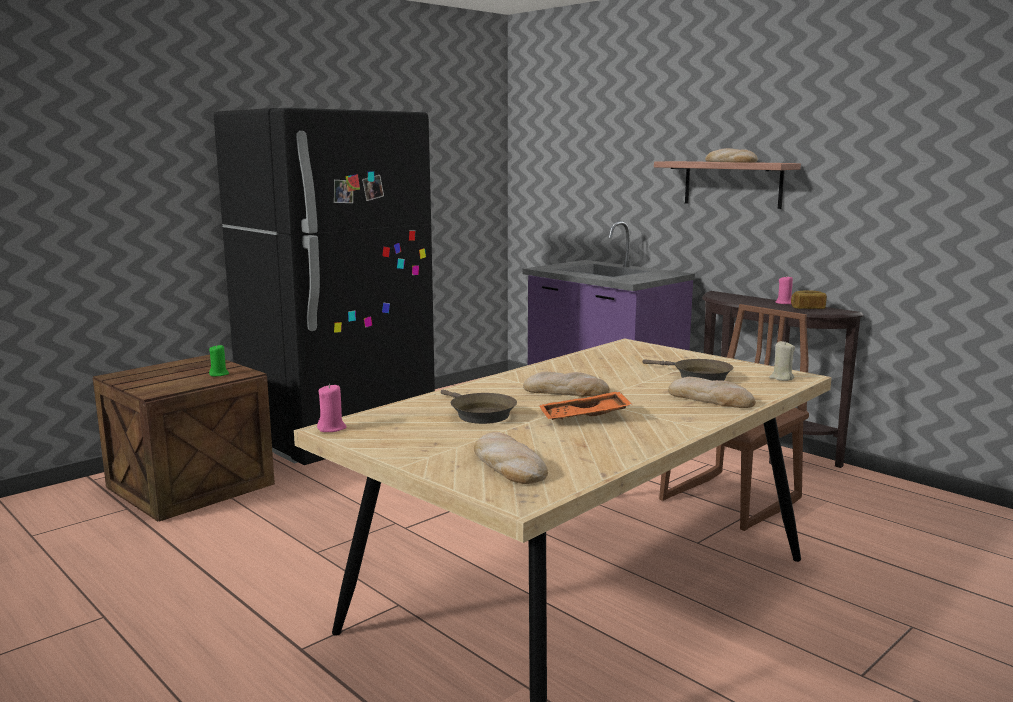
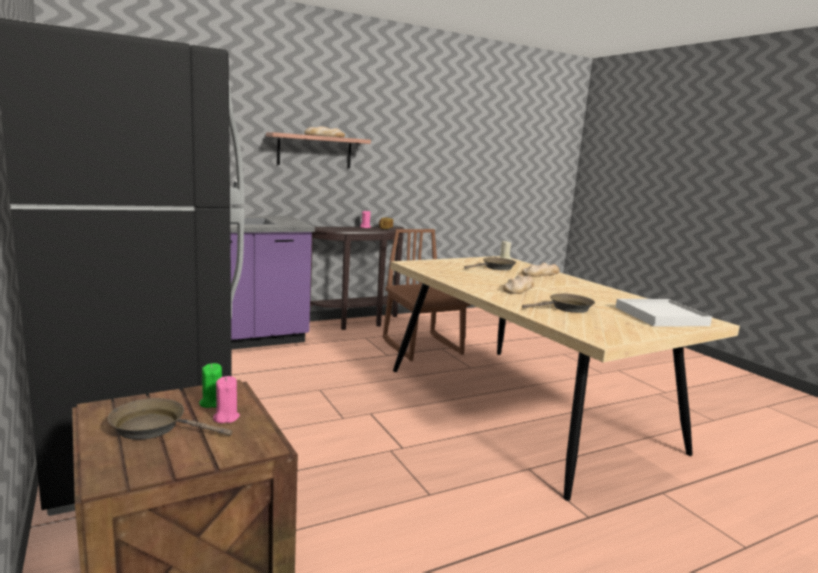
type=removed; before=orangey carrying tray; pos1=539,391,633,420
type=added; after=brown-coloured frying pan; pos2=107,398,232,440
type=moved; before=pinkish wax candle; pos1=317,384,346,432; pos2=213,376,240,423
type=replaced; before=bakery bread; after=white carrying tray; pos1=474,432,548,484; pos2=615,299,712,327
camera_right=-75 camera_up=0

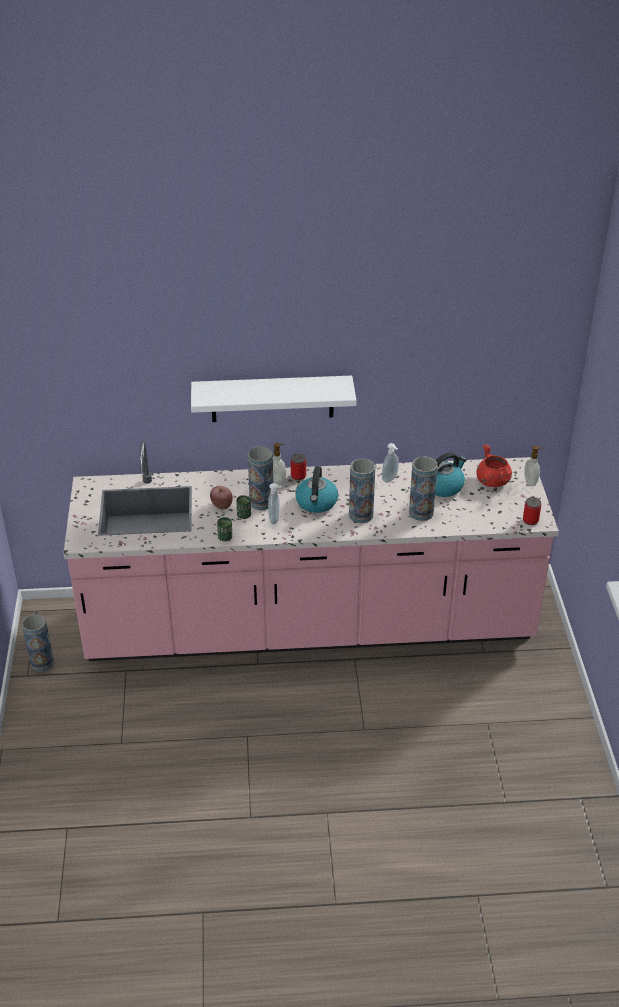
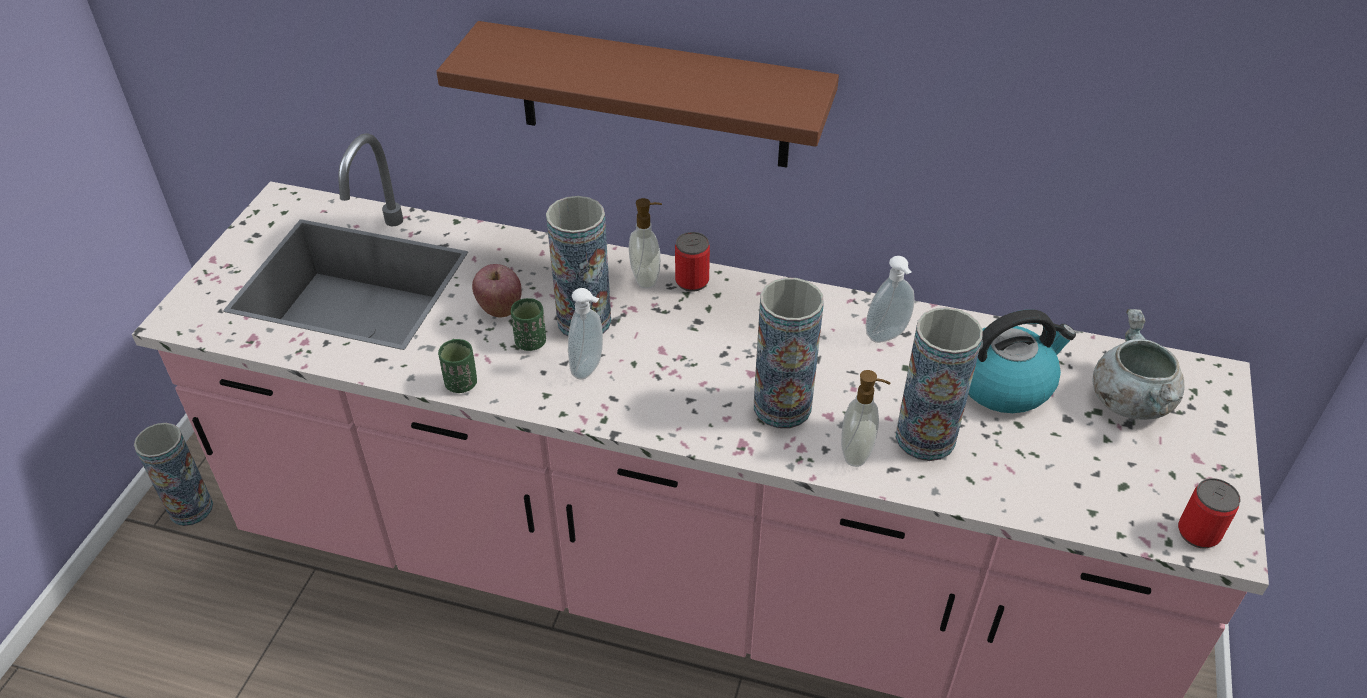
type=removed; before=kettle; pos1=295,466,338,513
type=moved; before=liquid soap bottle; pos1=524,446,544,487; pos2=841,370,891,467
type=recoloured; before=white wall shelf; after=brown-coloured wall shelf; pos1=191,376,357,422; pos2=436,21,839,168
type=recoloured; before=red stockpot; after=grey stockpot; pos1=476,444,512,487; pos2=1093,309,1184,420
camera_right=20 camera_up=5

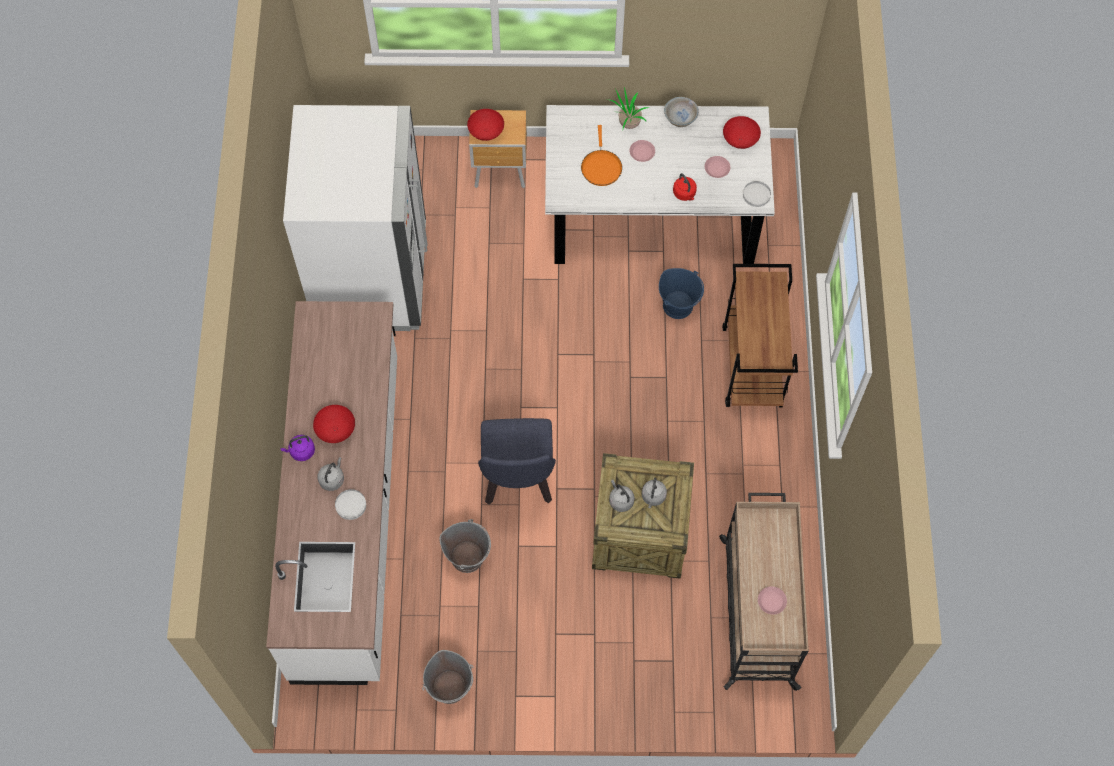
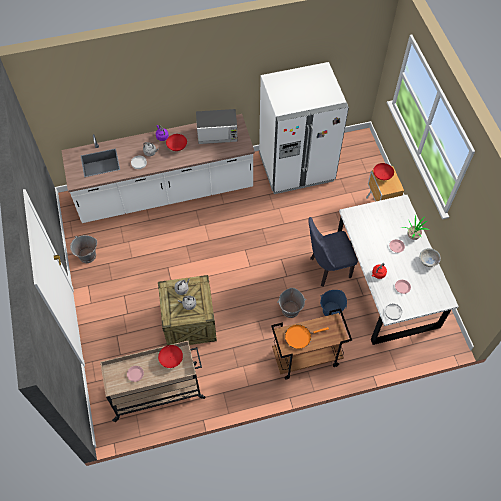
type=added; after=microwave oven; pos2=196,109,238,144
type=moved; before=grey water bucket; pos1=440,519,491,573; pos2=277,288,305,318
type=moved; before=blue-coloured chair; pos1=478,418,556,505; pos2=309,217,358,287
type=moved; before=orangey frying pan; pos1=581,125,622,186; pos2=285,325,329,349
type=moved; before=red deep dish; pos1=723,116,761,149; pos2=158,345,183,368
camera_right=75 camera_up=-5

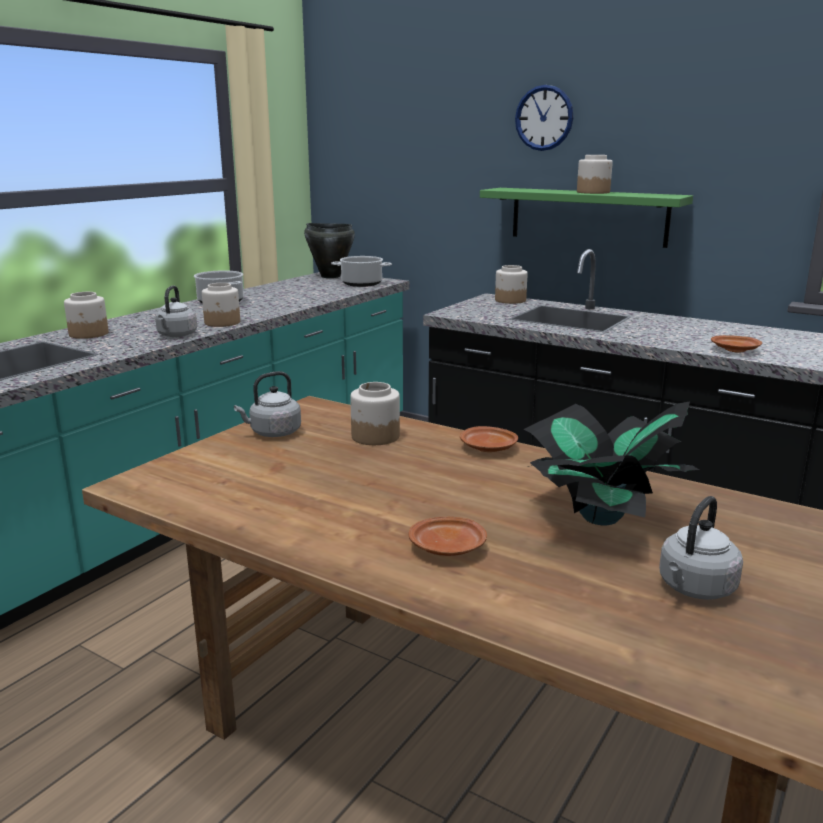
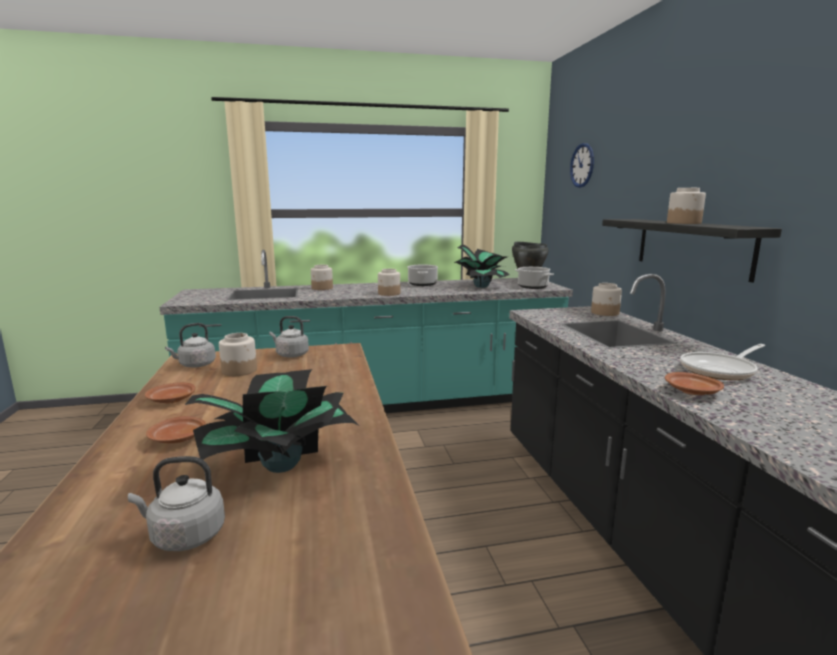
type=added; after=houseplant; pos2=454,244,510,288
type=added; after=frying pan; pos2=680,344,765,380
type=moved; before=grey kettle; pos1=155,285,197,337; pos2=165,323,216,367
type=moved; before=preserve jar; pos1=350,382,400,445; pos2=219,333,257,376
type=moved; before=brown-coloured plate; pos1=460,426,518,452; pos2=145,382,195,403
type=moved; before=hanging clock; pos1=515,85,573,151; pos2=570,143,594,188
type=recoloured; before=green-coloured wall shelf; after=black wall shelf; pos1=480,188,693,248; pos2=602,219,782,283
camera_right=45 camera_up=-5

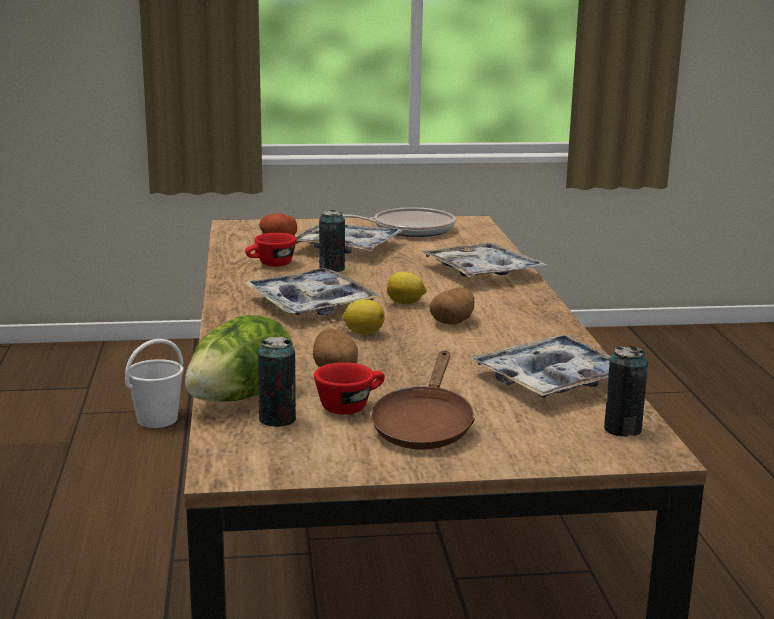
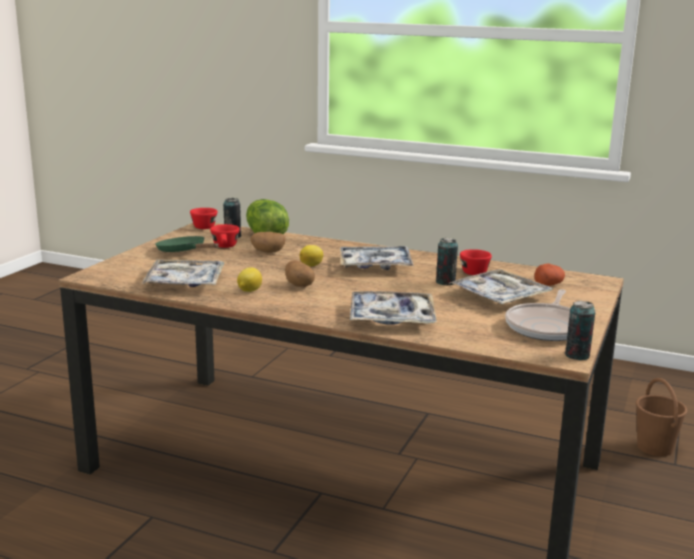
type=added; after=red small cup; pos2=190,208,217,229
type=moved; before=lemon; pos1=387,272,427,304; pos2=237,268,262,292
type=moved; before=can; pos1=604,346,648,437; pos2=565,301,595,360
type=recoloured; before=white water bucket; after=brown-coloured water bucket; pos1=125,339,184,428; pos2=636,378,687,456
type=recoloured; before=brown-coloured frying pan; after=green-coloured frying pan; pos1=370,351,475,450; pos2=155,236,219,252
camera_right=120 camera_up=0

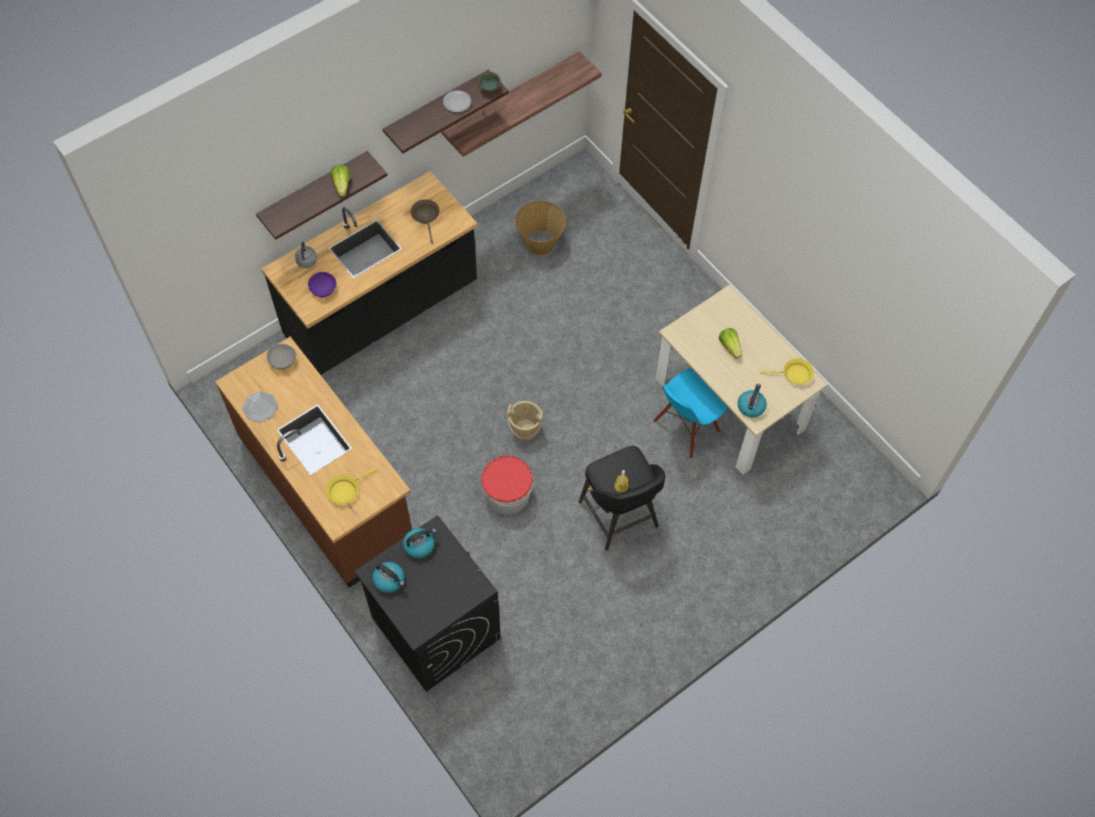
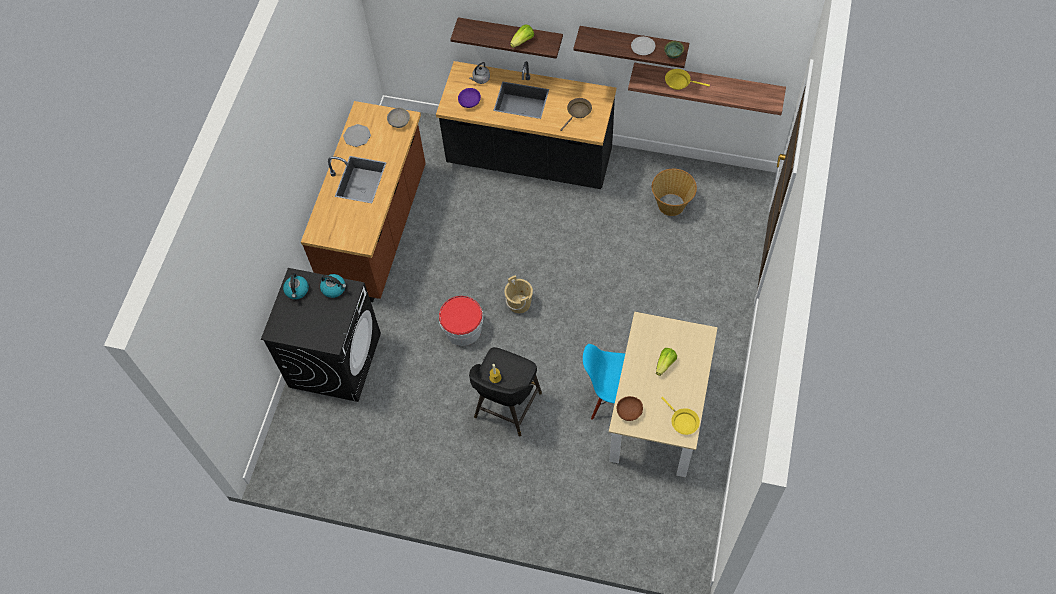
type=moved; before=yellow-coloured frying pan; pos1=326,468,377,504; pos2=665,69,710,90
type=replaced; before=kettle; after=brown-coloured deep dish; pos1=738,384,767,417; pos2=617,396,643,421
camera_right=55 camera_up=0

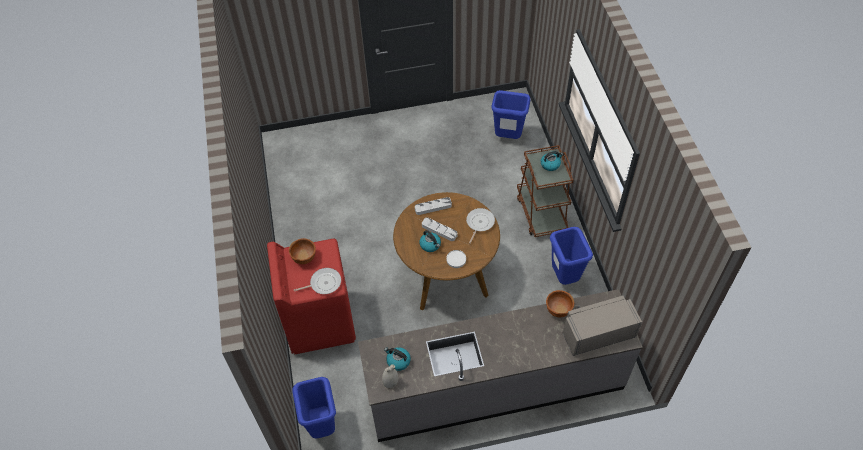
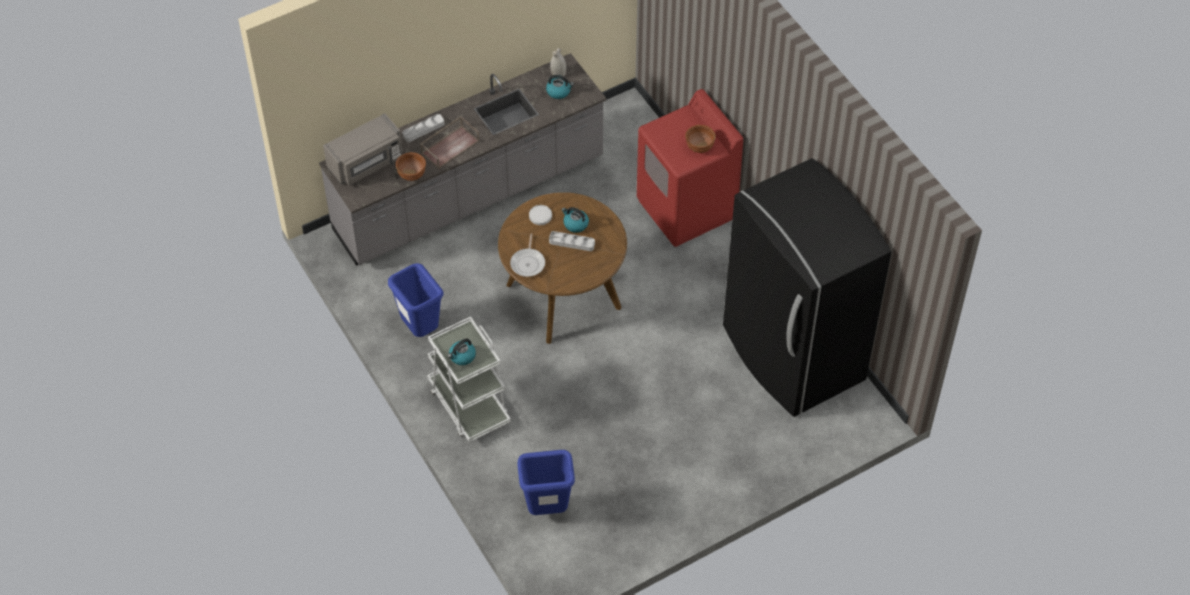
type=removed; before=blue-coloured waste bin; pos1=293,377,336,438
type=removed; before=frying pan; pos1=294,268,341,294
type=added; after=brown-coloured carrying tray; pos2=420,116,480,169
type=added; after=black kitchen fridge; pos2=723,158,892,417
type=moved; before=grey carrying tray; pos1=415,197,452,215; pos2=402,114,444,142
type=recoloured; before=brown-coloured wheeled cart; after=white wheeled cart; pos1=517,145,573,237; pos2=427,317,511,442
camera_right=160 camera_up=0

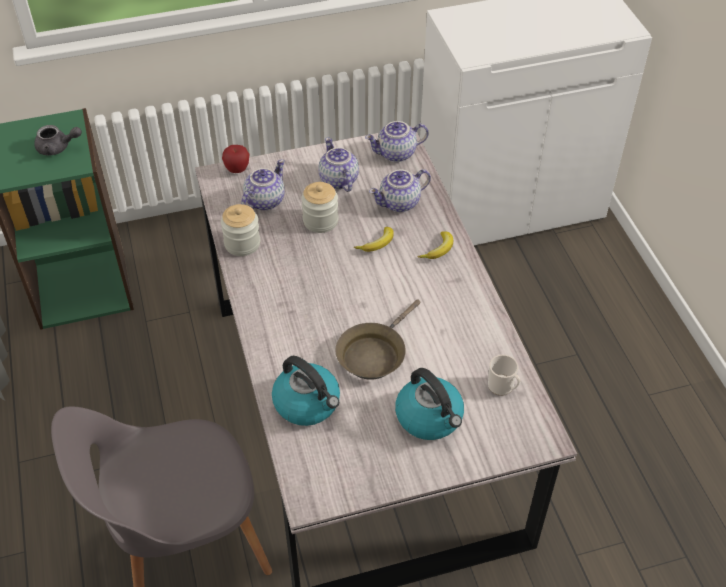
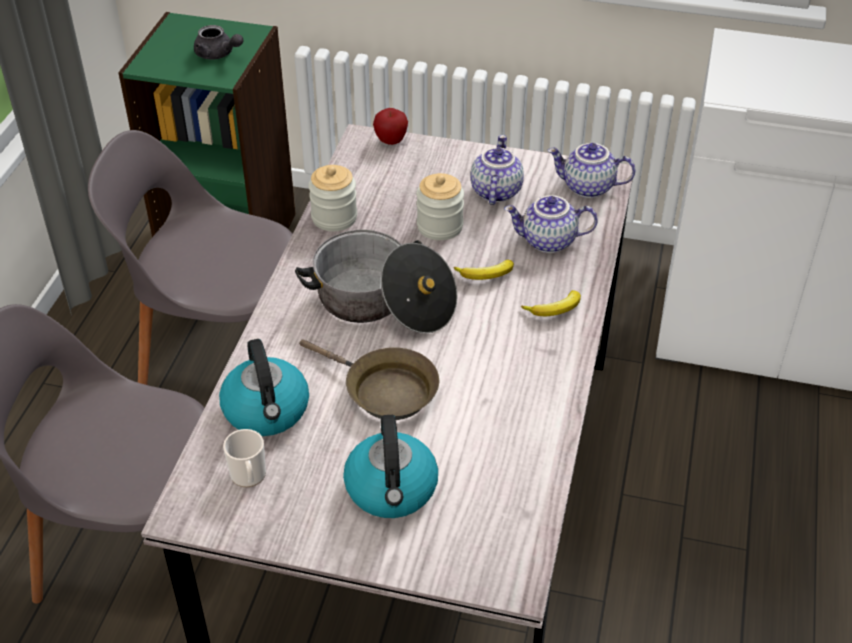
type=removed; before=tea pot; pos1=241,159,285,210
type=added; after=grey chair; pos2=88,130,293,385
type=added; after=stockpot; pos2=295,230,458,333
type=moved; before=mug; pos1=488,355,521,396; pos2=223,429,266,487
type=turned; before=brown-coloured frying pan; pos1=335,299,420,380; pos2=299,339,439,420; turn=-120
camera_right=30 camera_up=-5

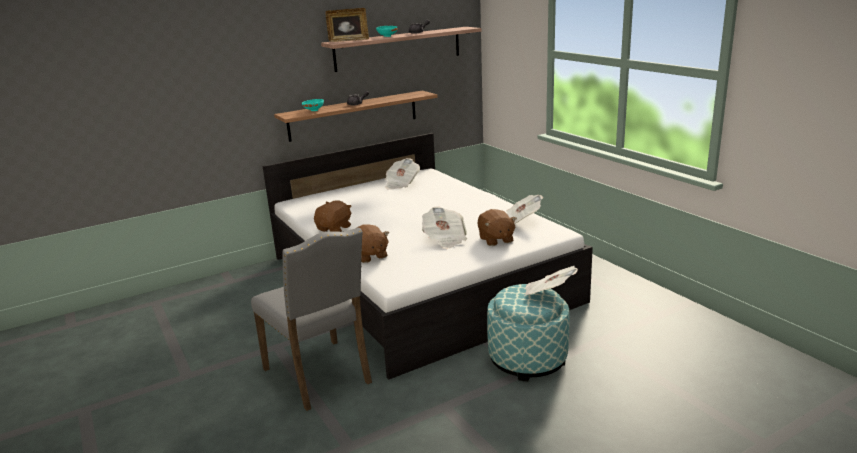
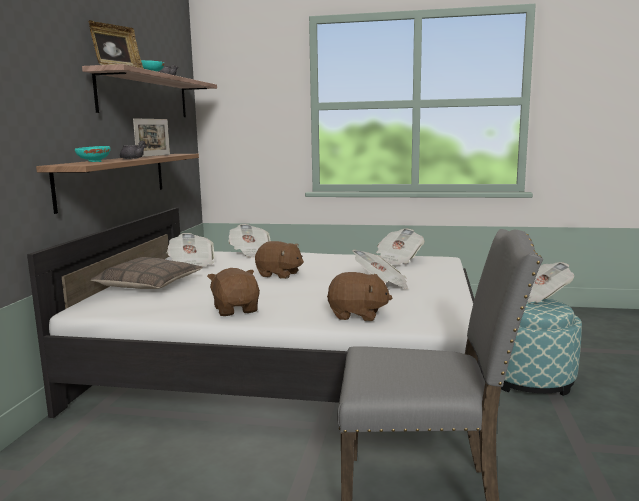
type=added; after=cushion; pos2=91,257,203,289
type=added; after=photo frame; pos2=133,118,170,157
type=added; after=newspaper; pos2=228,224,270,258
type=moved; before=brown-coloured plush toy; pos1=478,209,517,246; pos2=255,241,304,279
camera_right=-50 camera_up=-10

